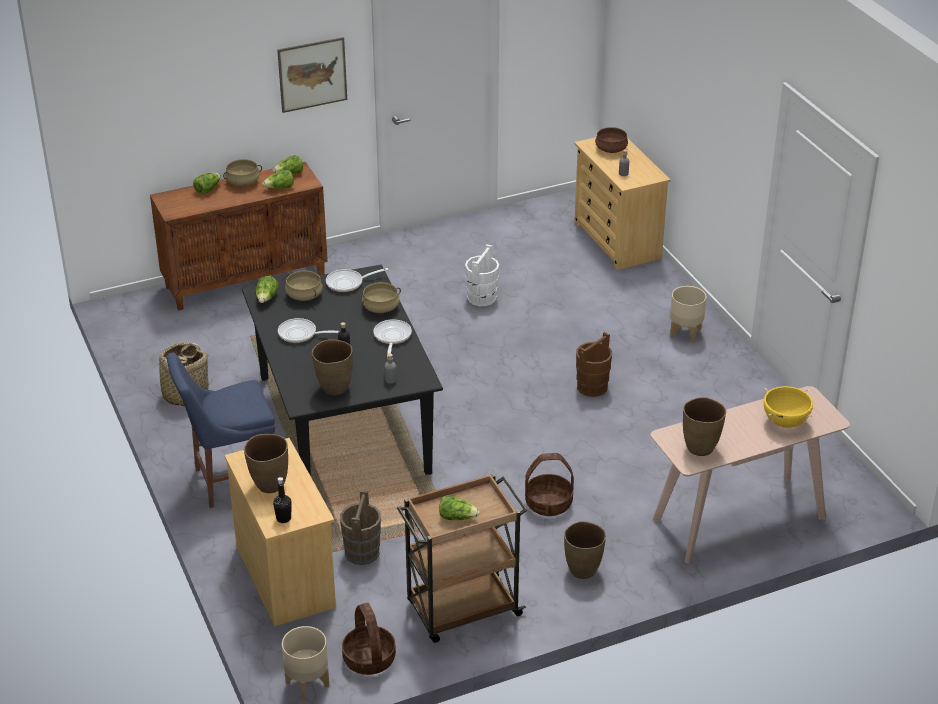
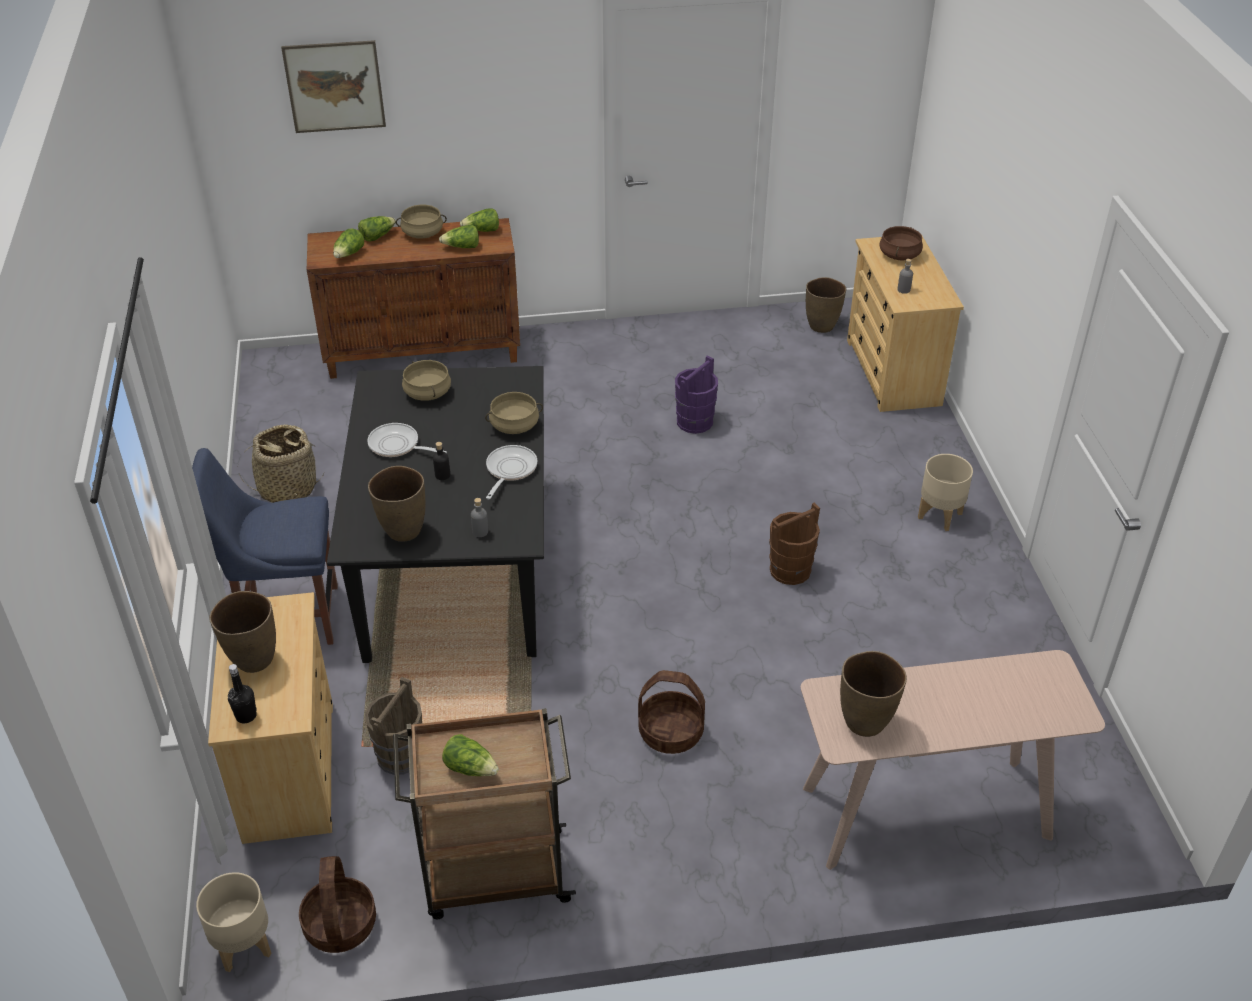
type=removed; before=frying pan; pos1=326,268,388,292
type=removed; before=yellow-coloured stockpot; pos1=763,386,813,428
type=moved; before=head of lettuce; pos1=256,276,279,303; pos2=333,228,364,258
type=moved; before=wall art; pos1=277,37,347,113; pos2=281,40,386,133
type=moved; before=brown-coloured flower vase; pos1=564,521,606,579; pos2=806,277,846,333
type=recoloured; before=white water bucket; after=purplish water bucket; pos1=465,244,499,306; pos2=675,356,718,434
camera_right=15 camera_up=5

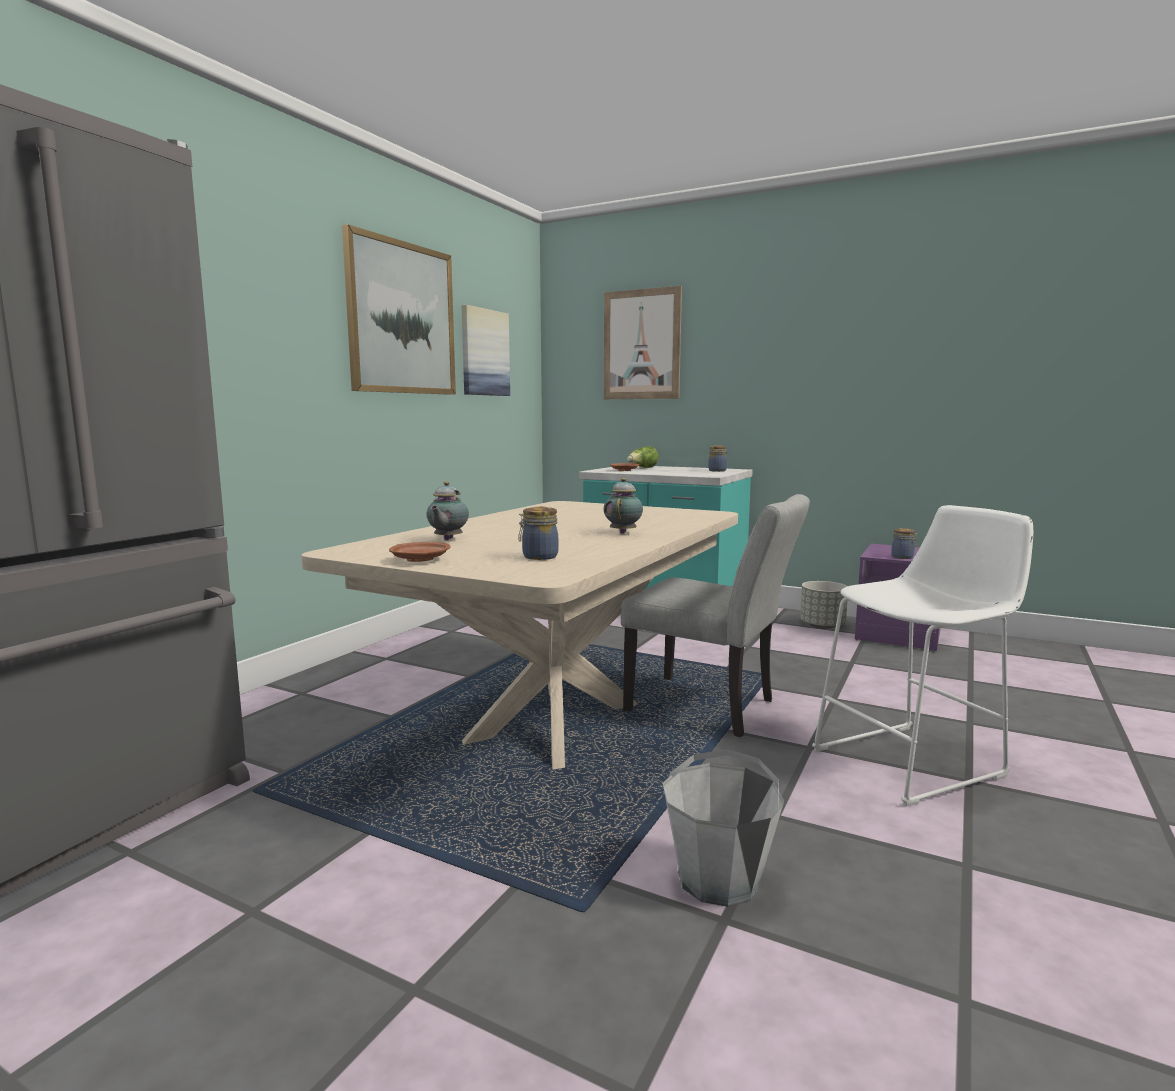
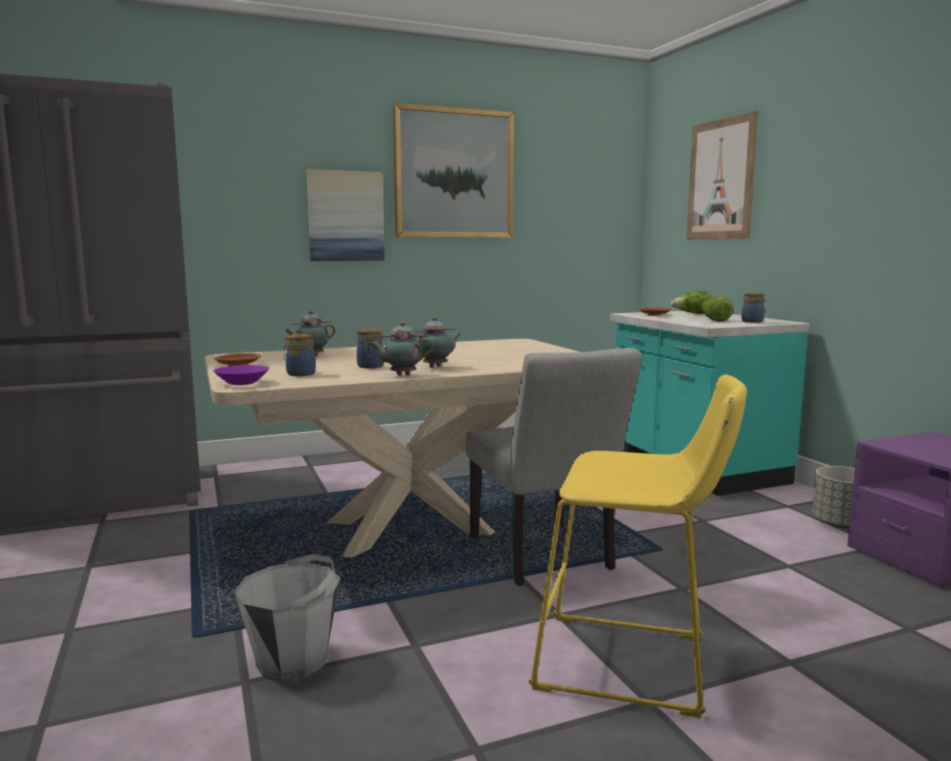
type=added; after=purplish deep dish; pos2=213,365,270,385
type=added; after=tea pot; pos2=370,322,434,376
type=added; after=head of lettuce; pos2=702,296,733,322
type=moved; before=wall art; pos1=462,305,510,396; pos2=306,169,385,261
type=moved; before=preserve jar; pos1=891,528,917,559; pos2=357,328,384,368
type=recoloured; before=white stool seat; after=yellow-coloured stool seat; pos1=812,505,1033,807; pos2=528,374,747,718
camera_right=40 camera_up=0

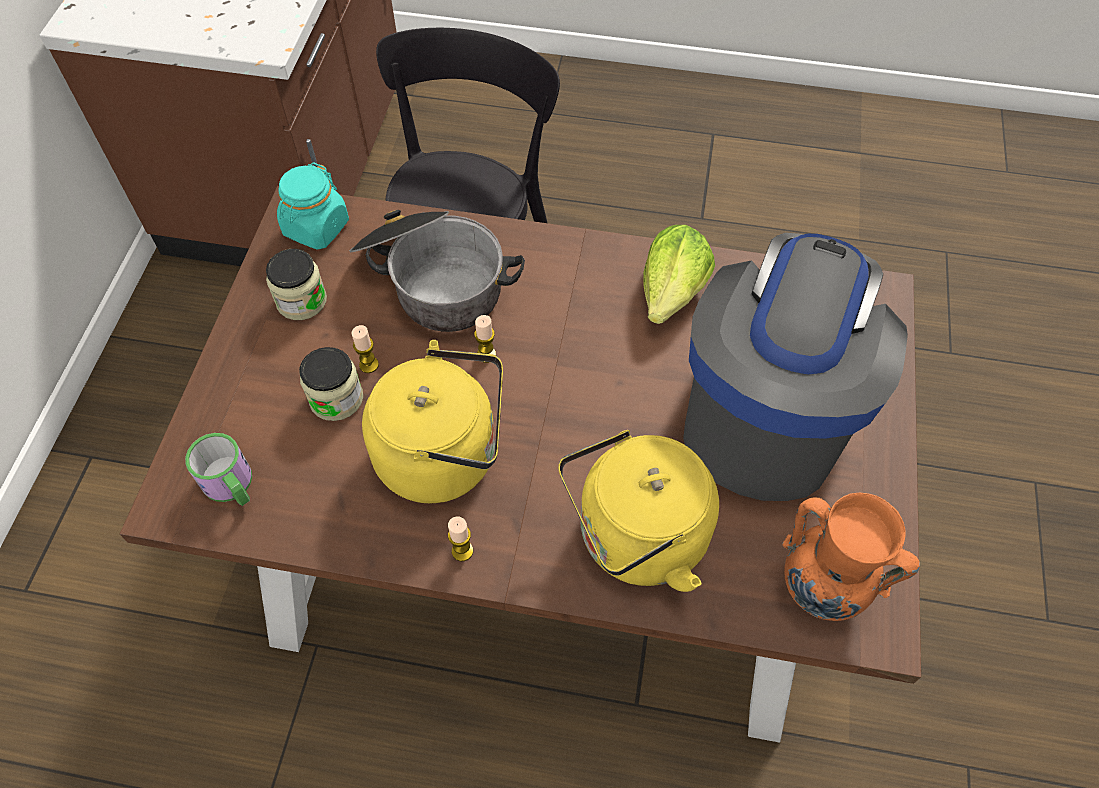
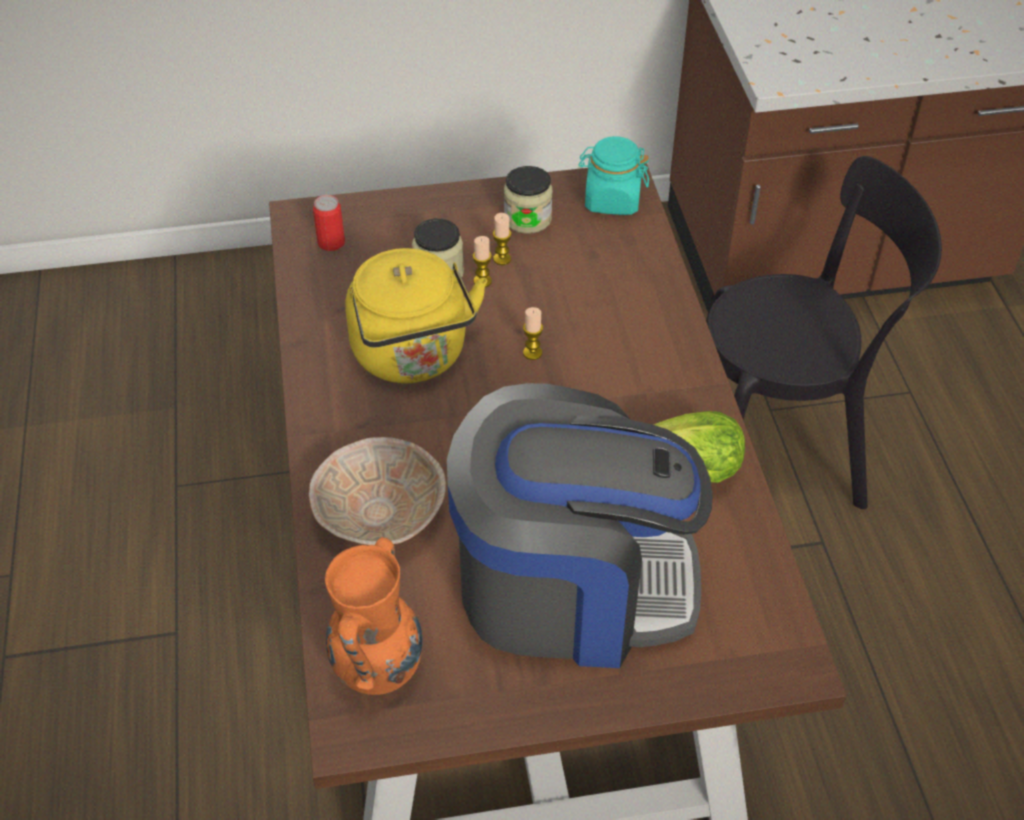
type=removed; before=stockpot; pos1=349,210,525,332
type=moved; before=wax candle; pos1=448,517,473,561; pos2=493,213,511,265
type=replaced; before=mug; after=can; pos1=185,433,252,506; pos2=313,195,345,251
type=replaced; before=yellow-coloured kettle; after=beige deep dish; pos1=558,430,719,592; pos2=309,437,446,545
camera_right=70 camera_up=-10

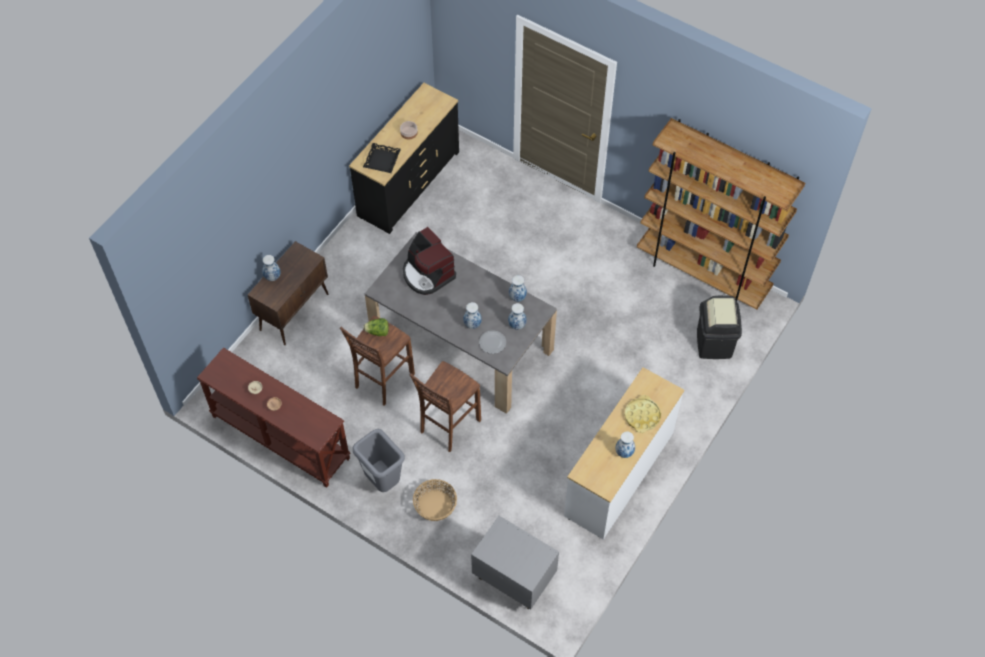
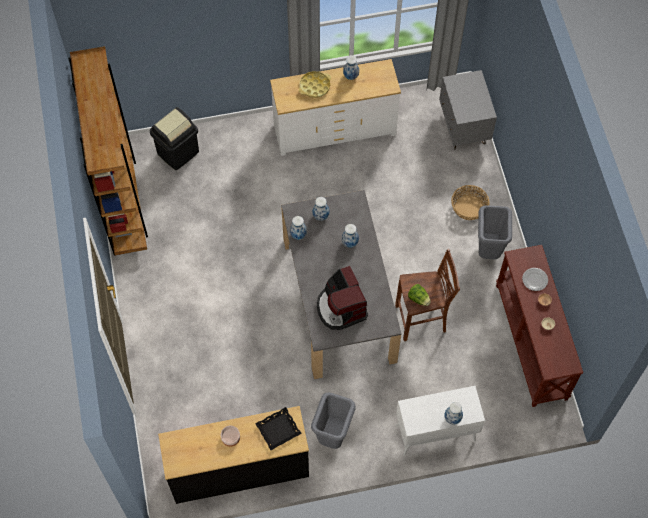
type=removed; before=brown-coloured stool seat; pos1=410,361,481,452
type=added; after=grey waste bin; pos2=311,393,356,449
type=moved; before=plate; pos1=479,330,506,354; pos2=522,268,548,291
type=recoloured; before=brown-coloured cabinet; after=white cabinet; pos1=248,241,329,345; pos2=396,386,485,456
type=turned; before=coffee brewer; pos1=403,227,456,295; pos2=317,266,368,330; turn=150
camera_right=-135 camera_up=5

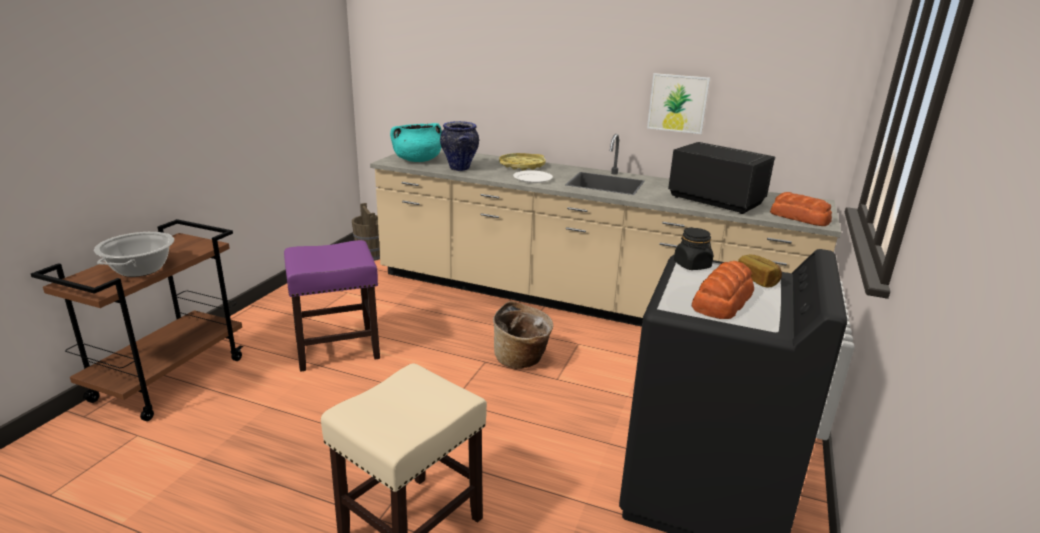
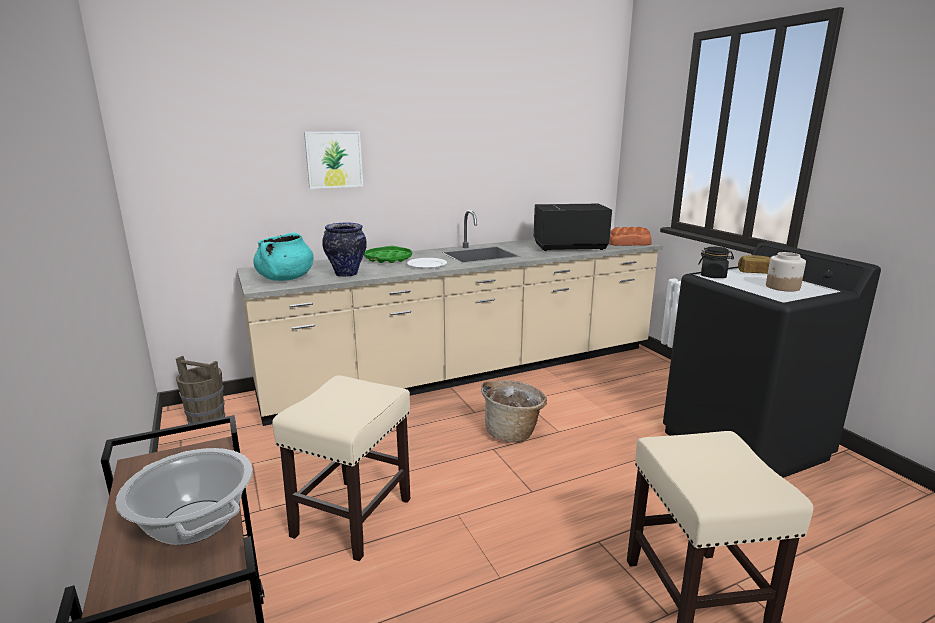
type=moved; before=wall art; pos1=647,73,710,134; pos2=304,131,363,189
type=replaced; before=bakery bread; after=preserve jar; pos1=692,261,754,319; pos2=766,252,806,292
type=recoloured; before=purplish stool seat; after=beige stool seat; pos1=284,240,380,372; pos2=272,375,410,561
type=recoloured; before=yellow-coloured carrying tray; after=green-coloured carrying tray; pos1=499,153,546,171; pos2=364,246,412,263
camera_right=-45 camera_up=-5

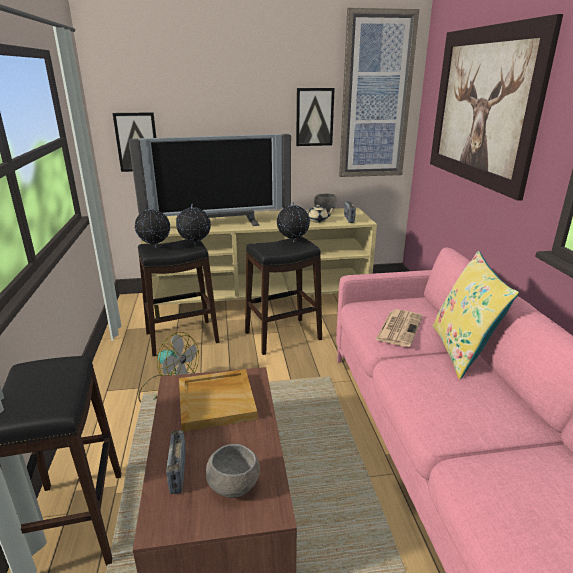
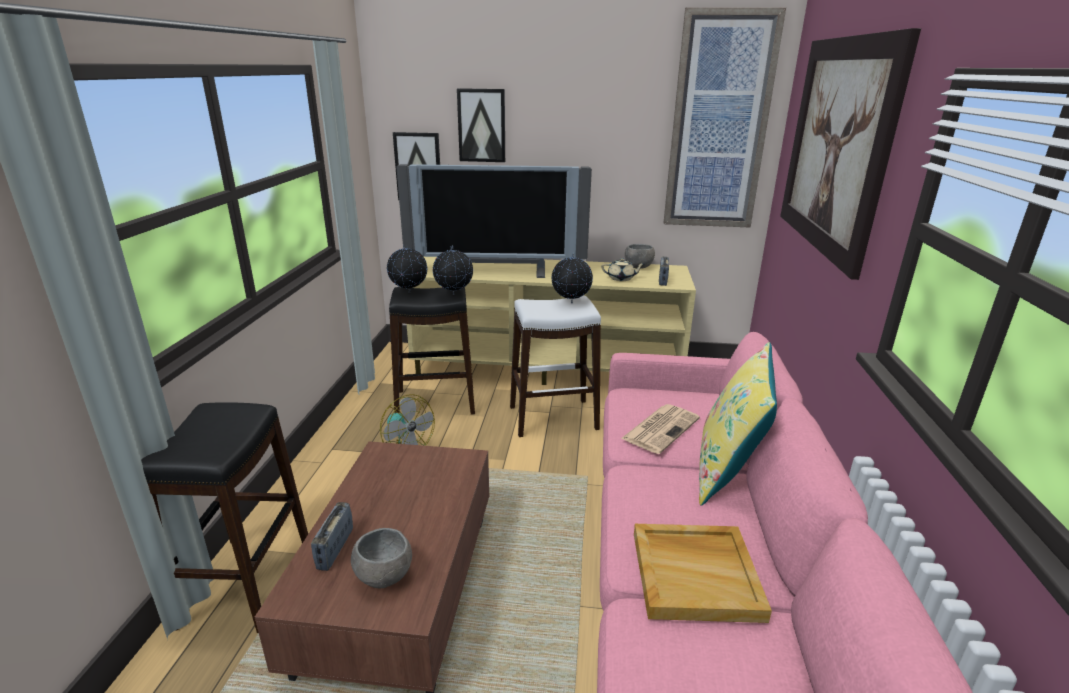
type=moved; before=beige carrying tray; pos1=179,369,258,432; pos2=634,524,772,623
type=moved; before=wall art; pos1=296,88,335,146; pos2=457,88,505,162
type=recoloured; before=black stool seat; after=white stool seat; pos1=245,236,322,355; pos2=510,296,601,437
camera_right=15 camera_up=0

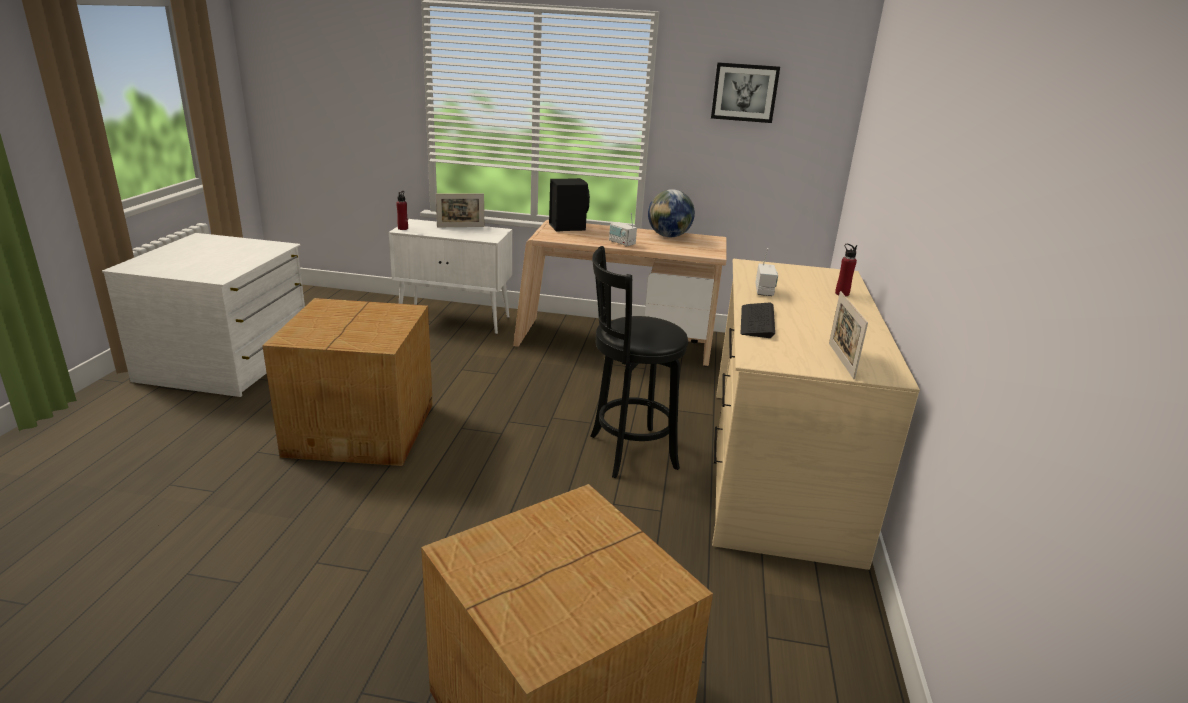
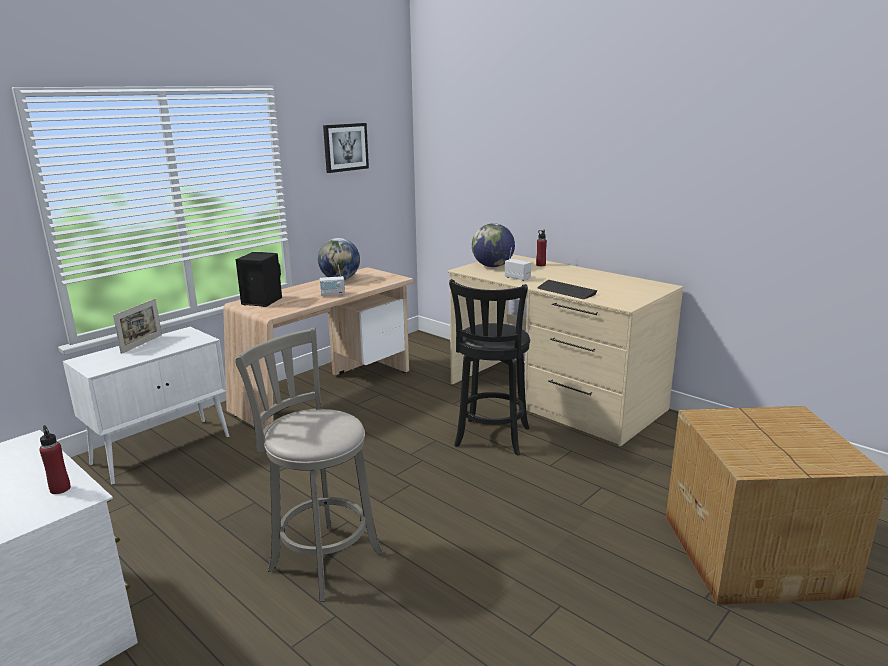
type=removed; before=photo frame; pos1=829,291,868,379
type=added; after=globe; pos2=472,223,515,267
type=moved; before=red bottle; pos1=396,191,408,230; pos2=39,425,71,494
type=replaced; before=carton; after=grey stool seat; pos1=262,298,433,466; pos2=235,328,383,602
camera_right=-55 camera_up=-5

